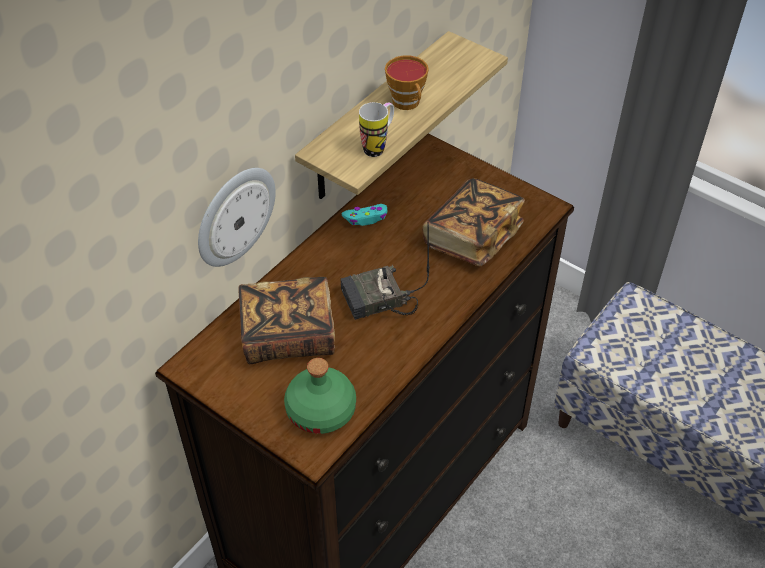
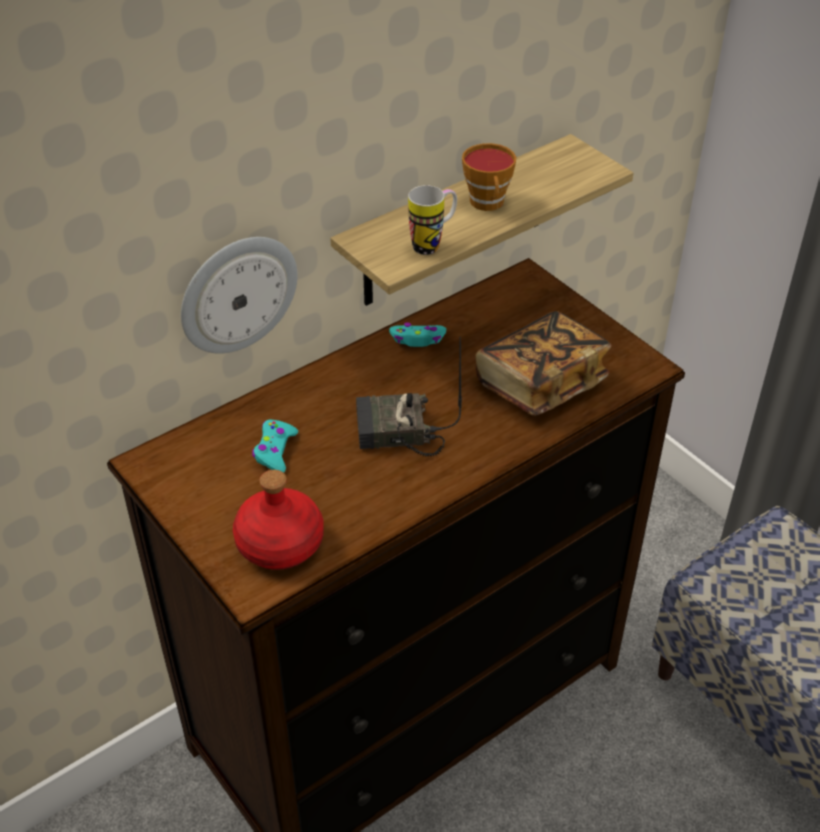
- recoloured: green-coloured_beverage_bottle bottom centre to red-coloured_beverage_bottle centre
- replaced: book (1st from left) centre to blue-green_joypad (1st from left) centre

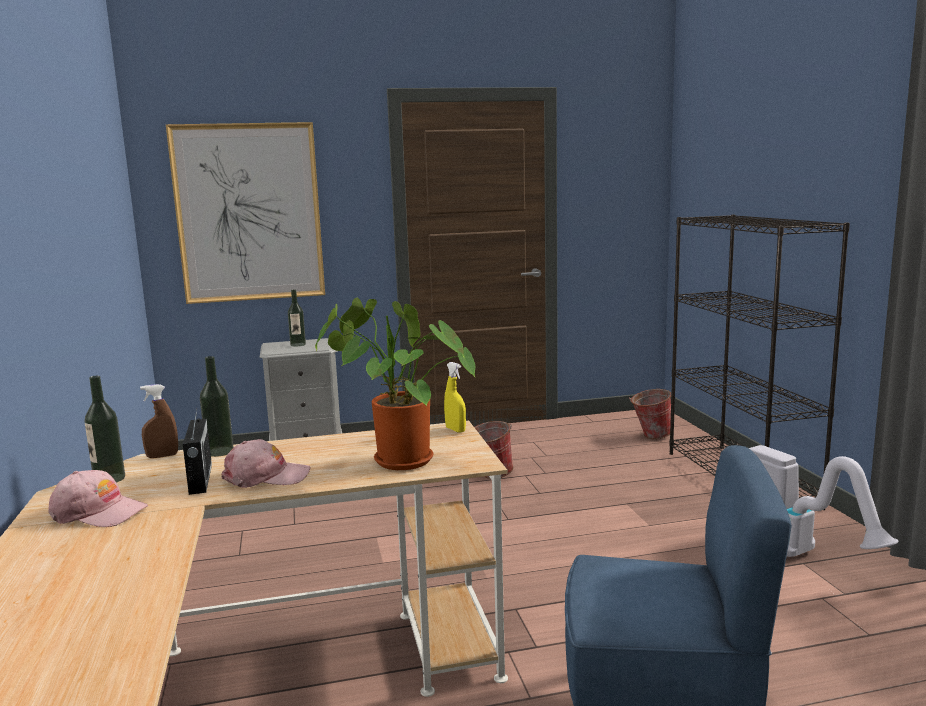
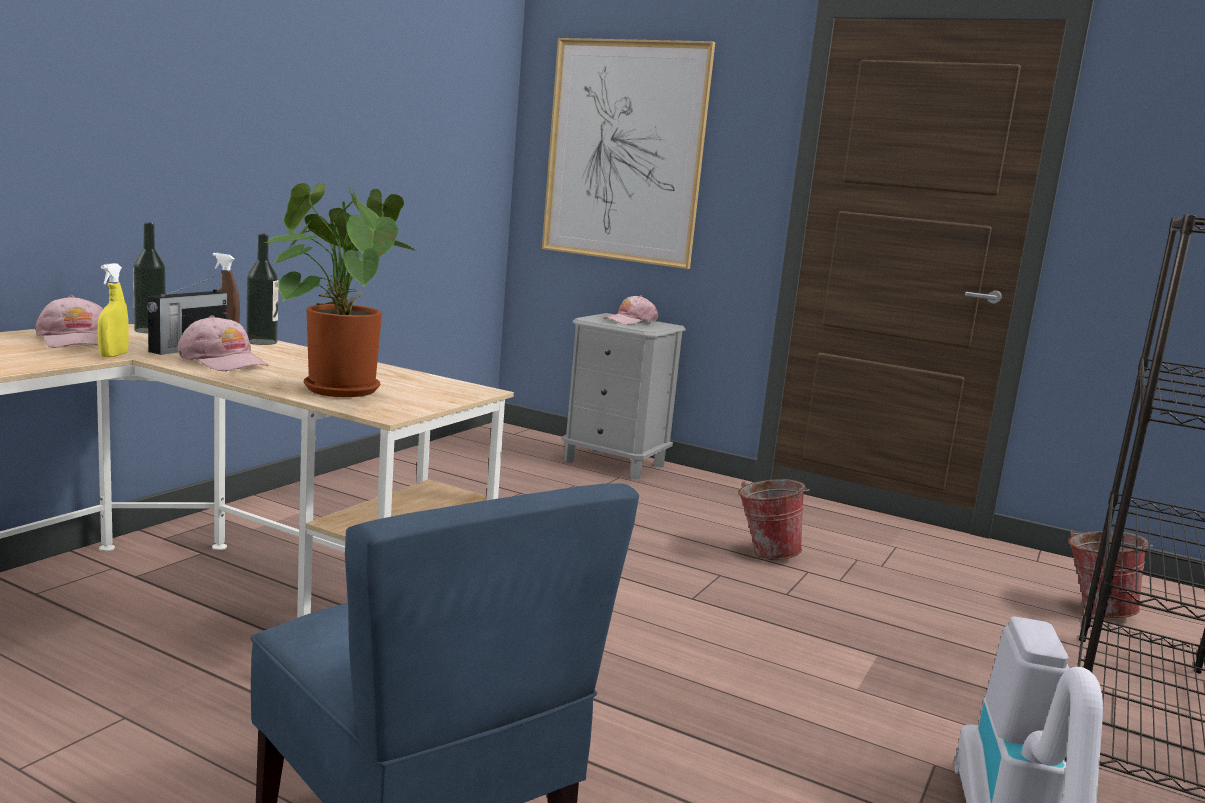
- moved: yellow_spray_bottle centre to middle left
- replaced: beverage_bottle (3rd from left) middle left to pink-coloured_baseball_cap (3rd from left) centre

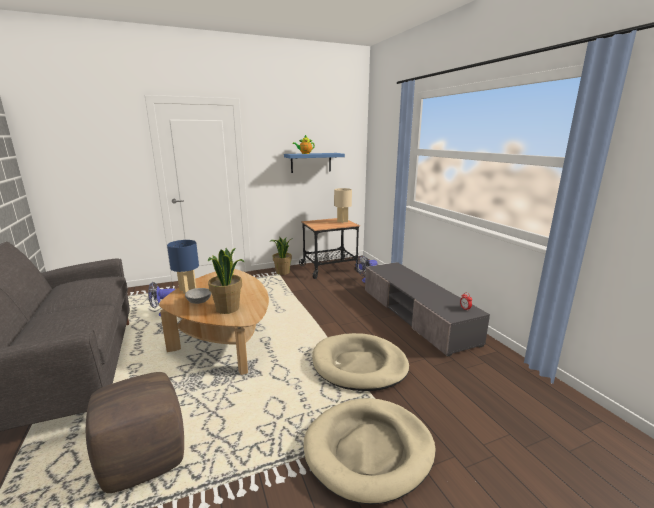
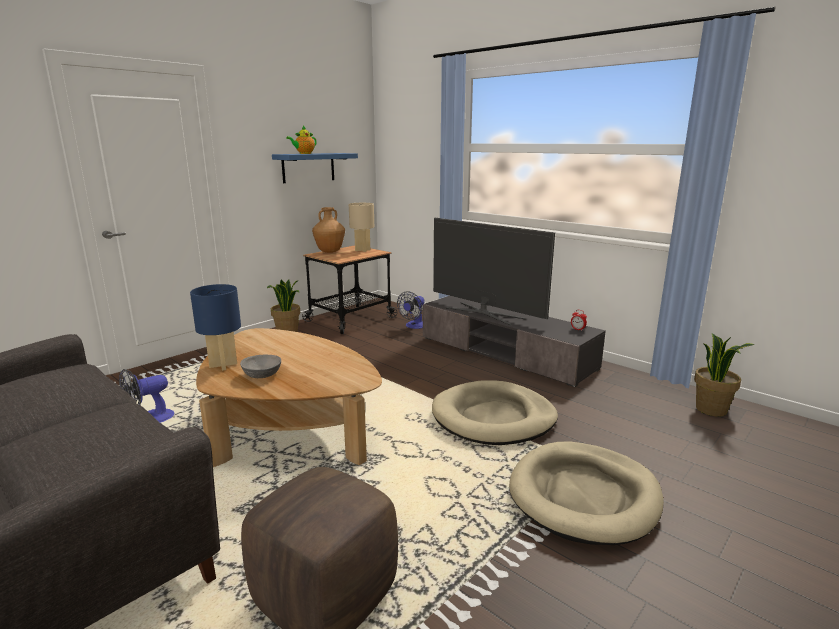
- added: brown-coloured_flower_vase centre
- added: TV centre
- moved: houseplant (1st from left in the first image) centre to houseplant (2nd from left) middle right

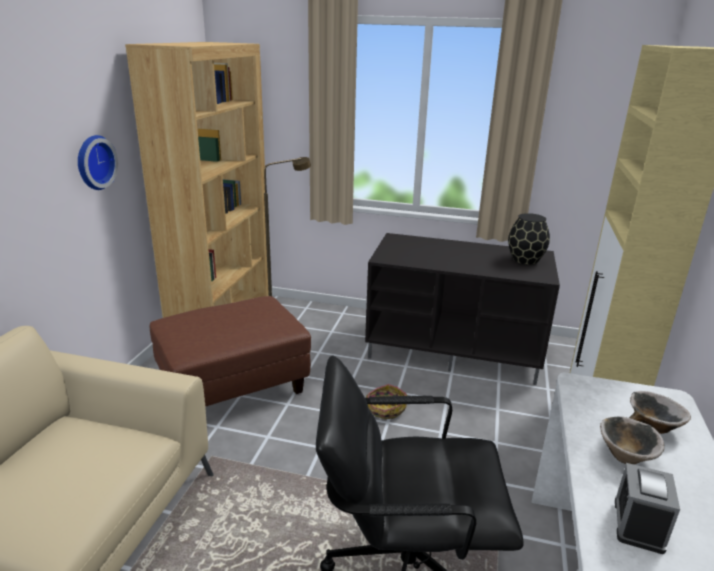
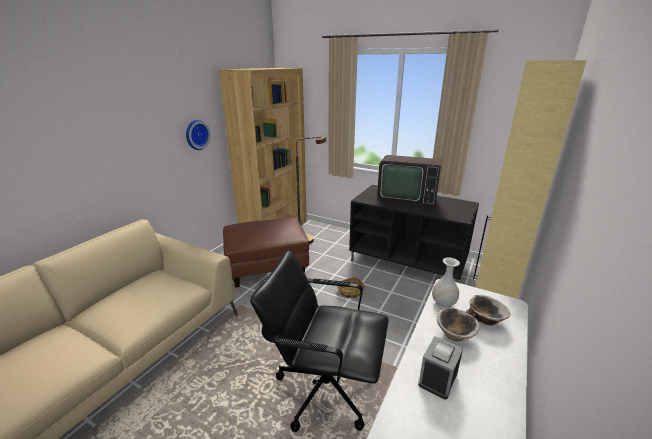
- added: TV centre
- added: white_flower_vase middle right
- removed: blackish_flower_vase middle right

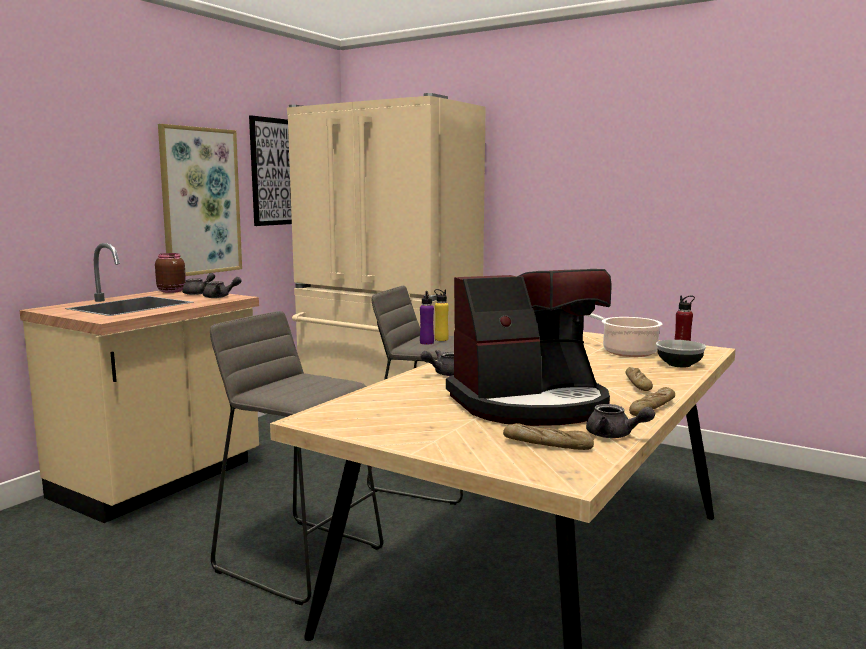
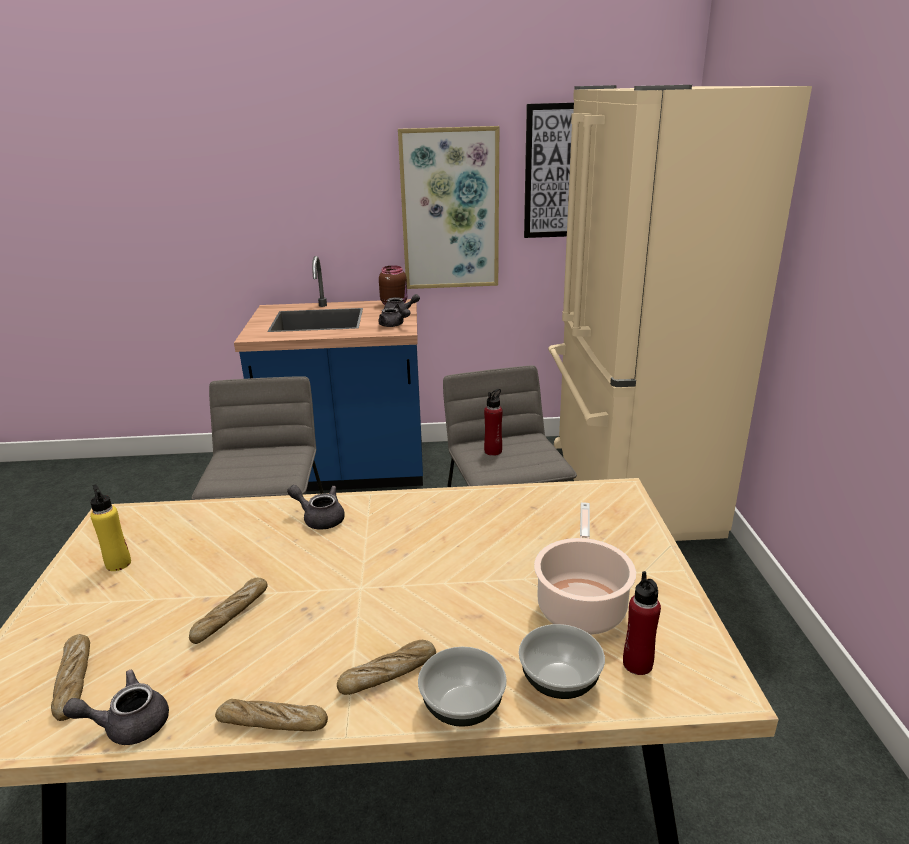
- turned: greyish_pot_for_tea (4th from left in the first image) middle right = bottom left 75 degrees clockwise
- moved: yellow_beverage_bottle centre to middle left
- replaced: coffee_machine centre to baked_bread (2nd from left) bottom left
- recoloured: beige_counter middle left to bluish_counter centre
- added: bowl (1st from left) bottom centre
- recoloured: purple_beverage_bottle centre to red-coloured_beverage_bottle (1st from left) centre

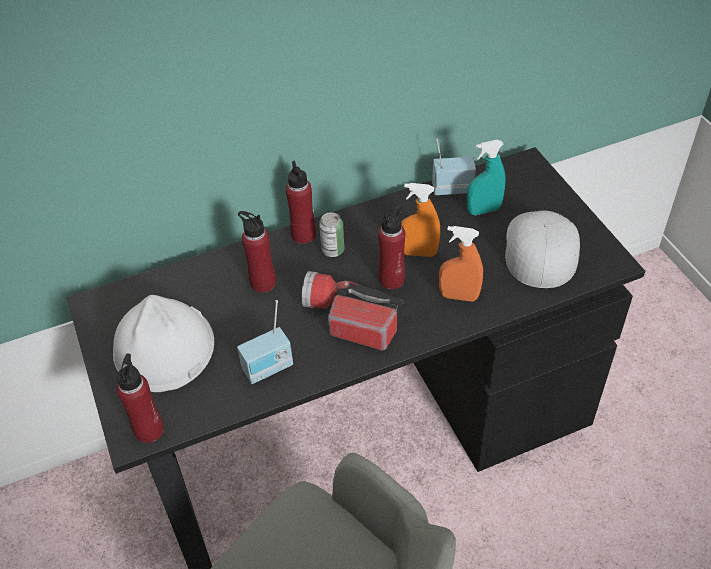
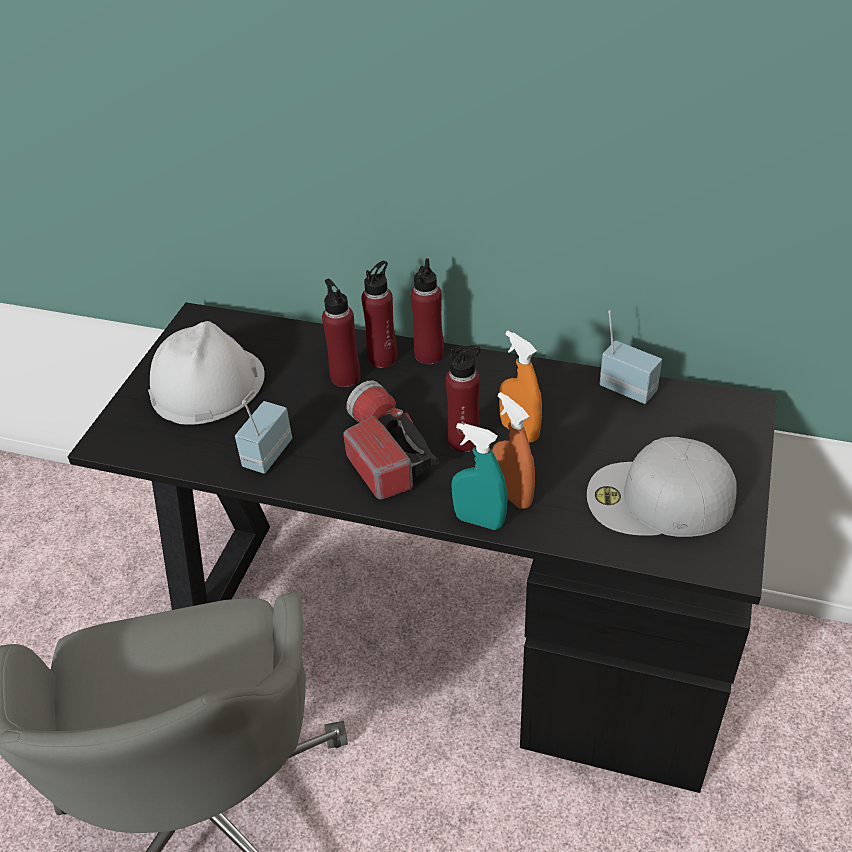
- turned: radio_set (1st from left) centre = middle left 105 degrees clockwise
- moved: red-coloured_beverage_bottle (1st from left in the first image) bottom left to red-coloured_beverage_bottle (2nd from left) centre
- moved: blue-green_spray_bottle top right to centre
- turned: white_baseball_cap middle right = middle right 135 degrees counterclockwise
- removed: sealed_can centre

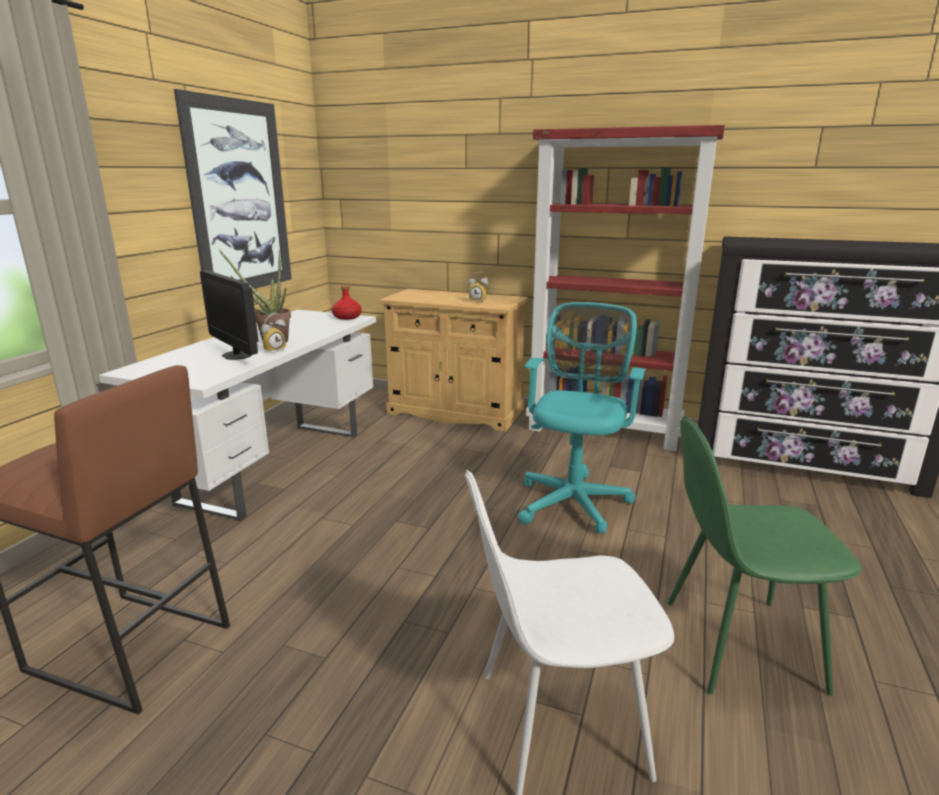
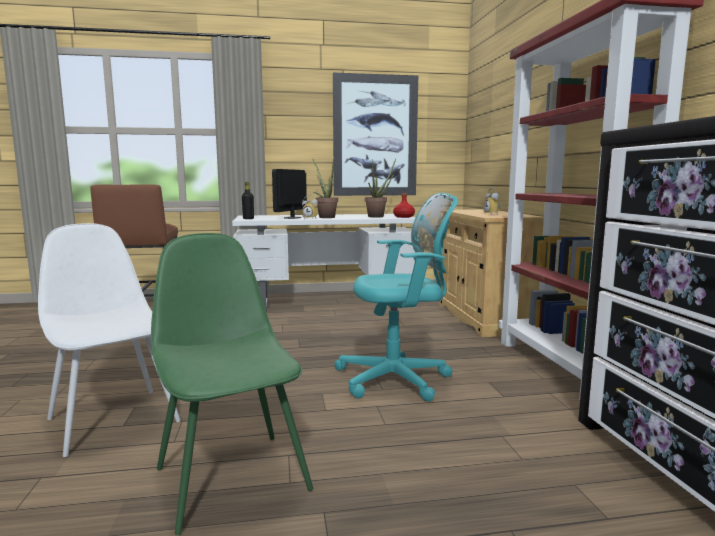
- added: blackish_beverage_bottle centre
- added: houseplant (2nd from left) centre

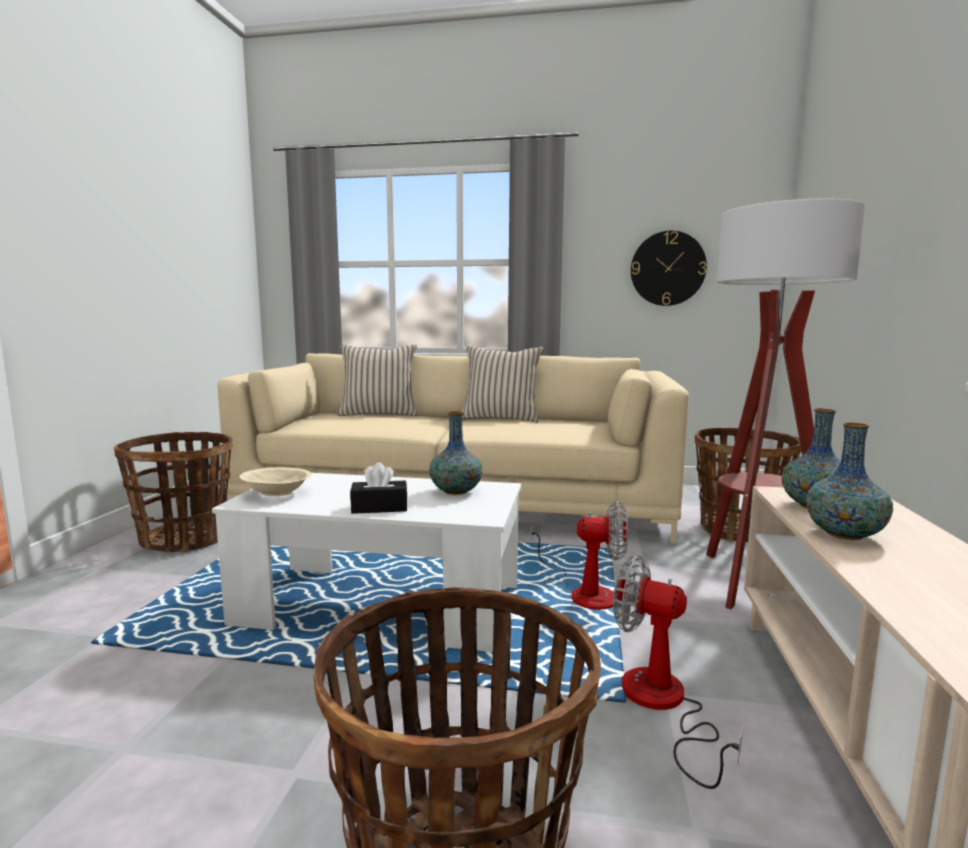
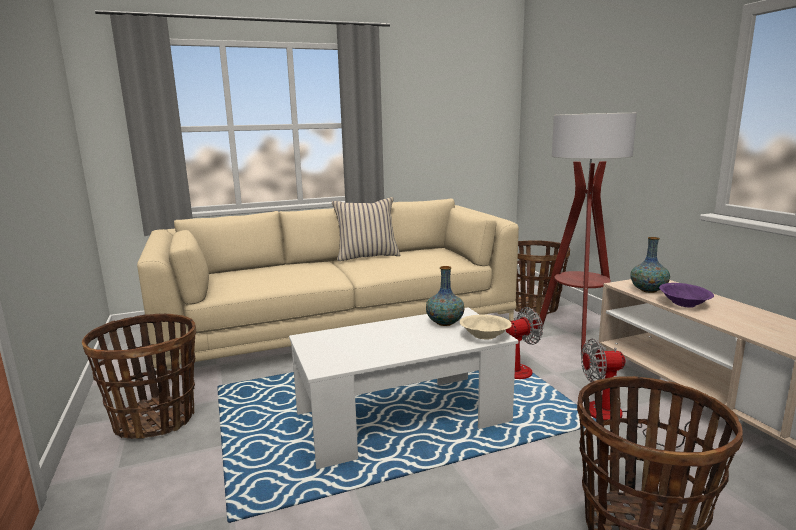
- moved: beige_bowl middle left to centre
- replaced: flower_vase (3rd from left) middle right to purple_bowl middle right
- removed: beige_throw_pillow (1st from left) centre
- removed: blackish_tissue_holder centre
- removed: clock_on_the_wall top right

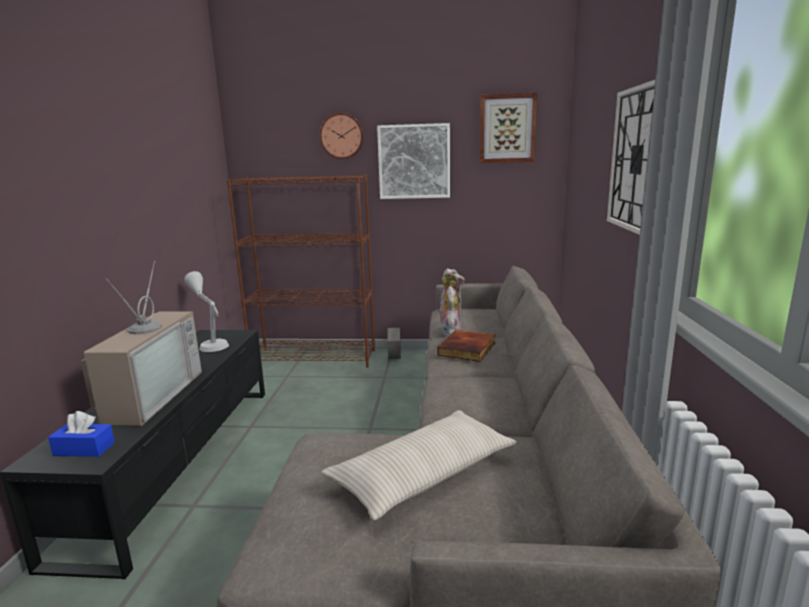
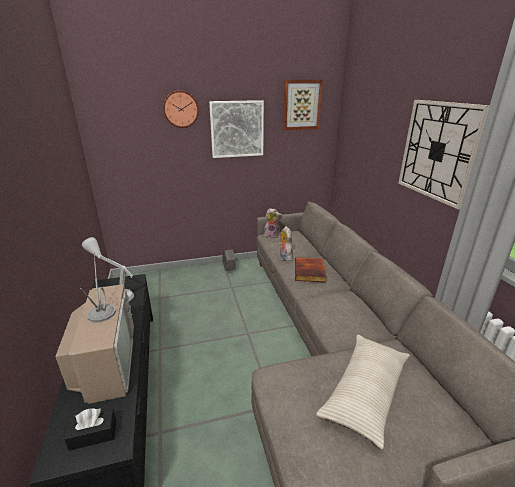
- recoloured: bluish_tissue_holder bottom left to blackish_tissue_holder bottom left
- removed: brown-coloured_bookshelf centre

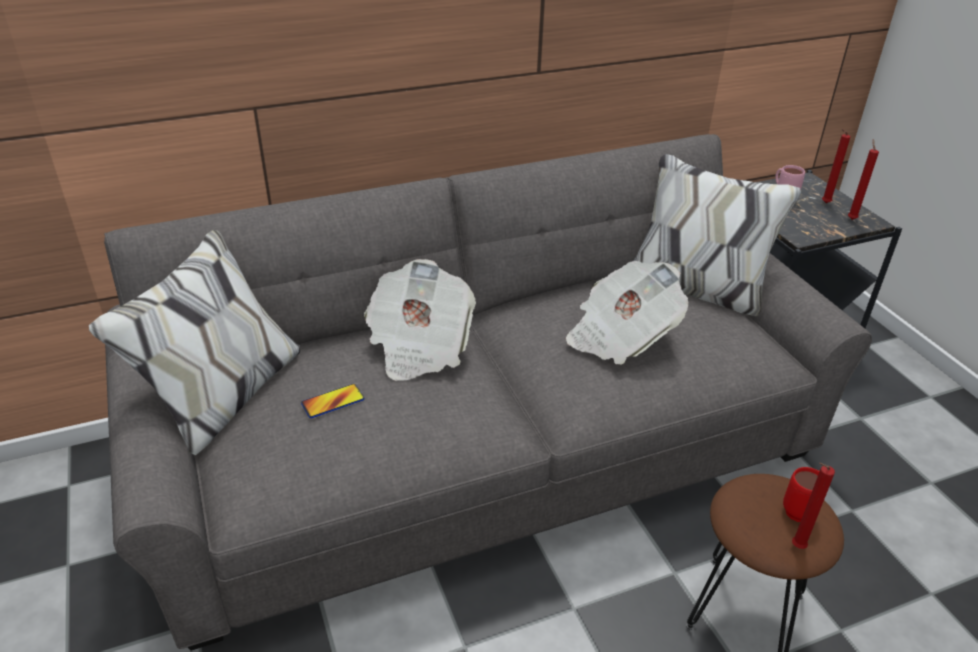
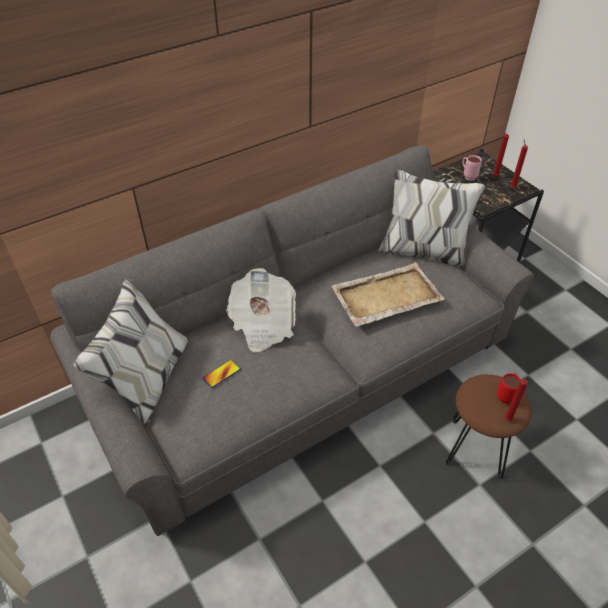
- replaced: printed_paper (2nd from left) centre to beige_tray centre

